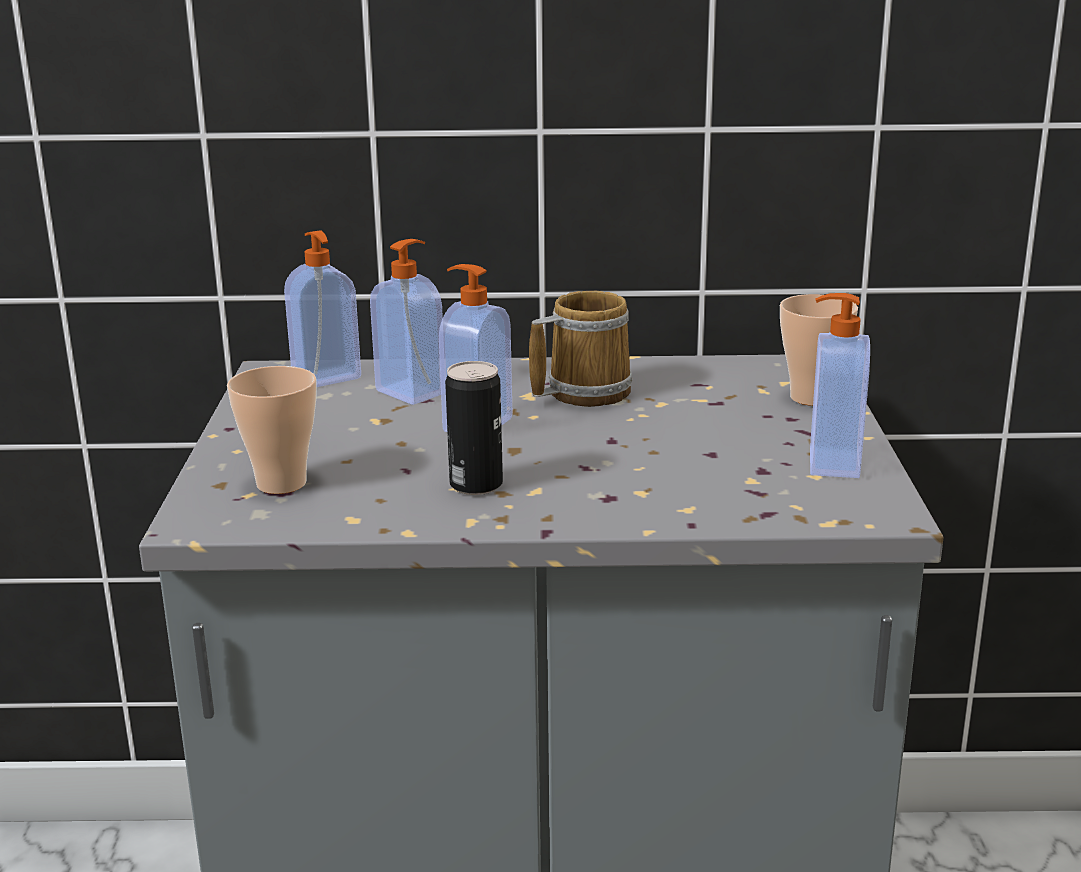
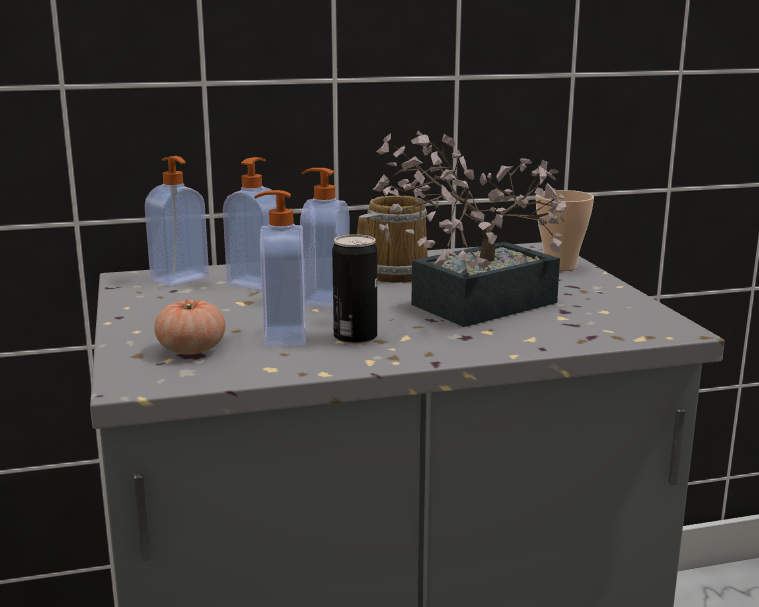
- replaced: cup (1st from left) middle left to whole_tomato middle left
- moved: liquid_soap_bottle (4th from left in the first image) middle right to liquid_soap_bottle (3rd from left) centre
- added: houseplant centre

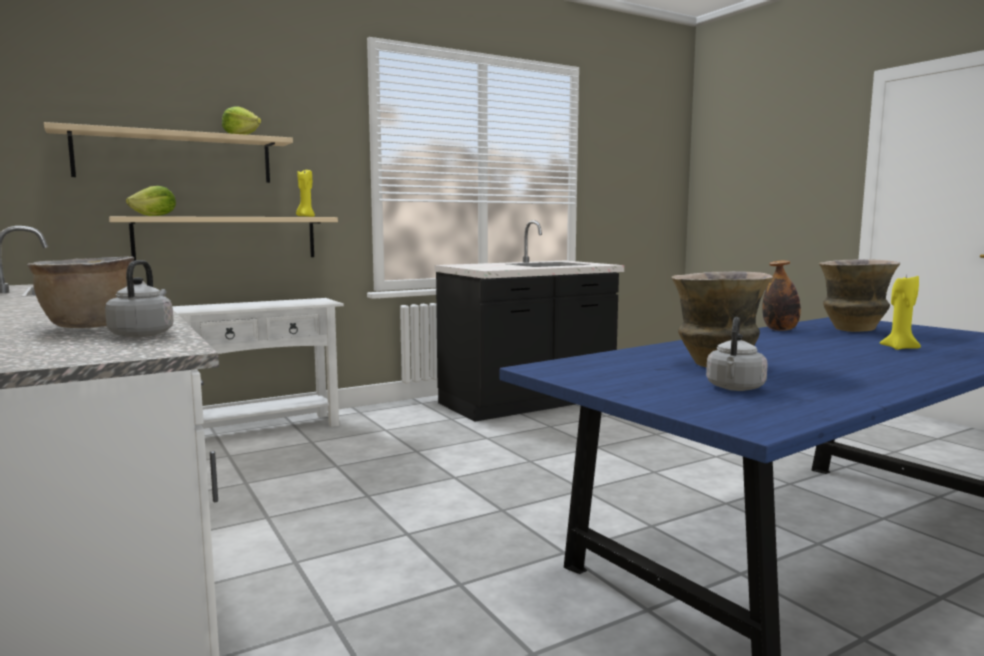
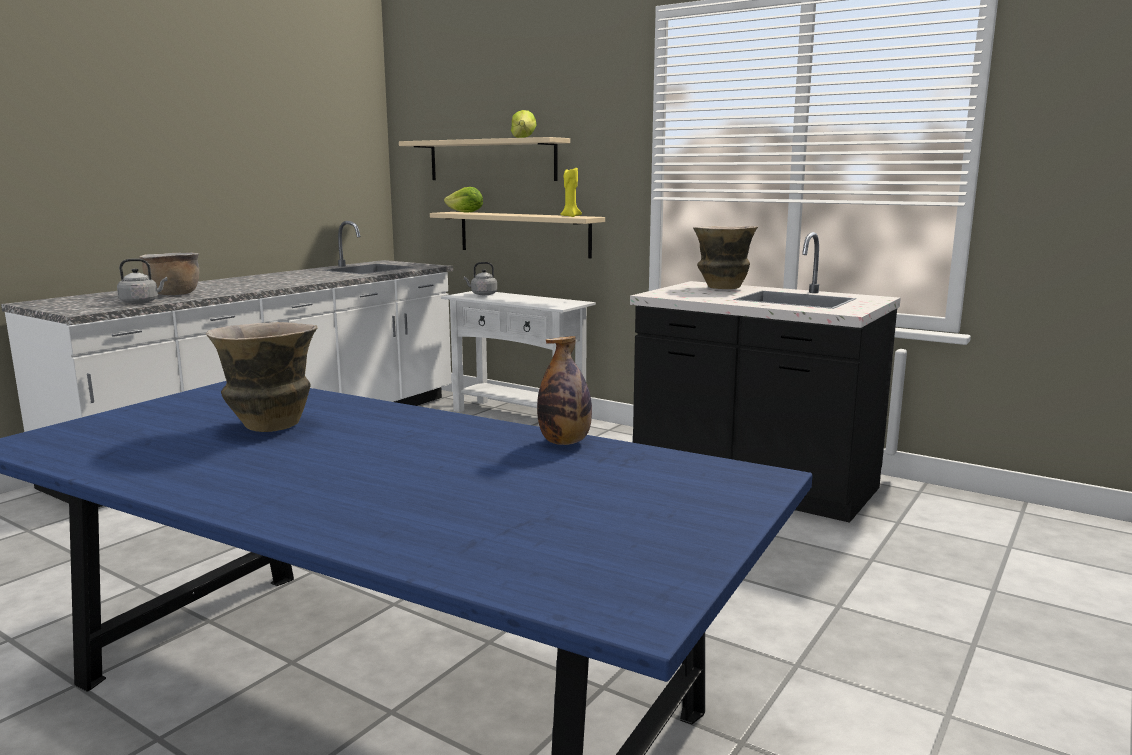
- moved: greyish_tea_kettle (2nd from left) middle right to centre
- moved: flower_vase (2nd from left) middle right to centre
- removed: yellow_candle (2nd from left) middle right

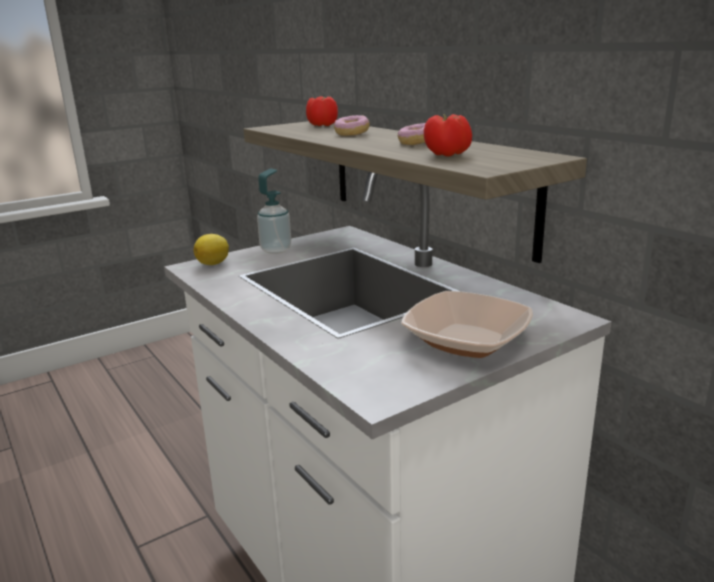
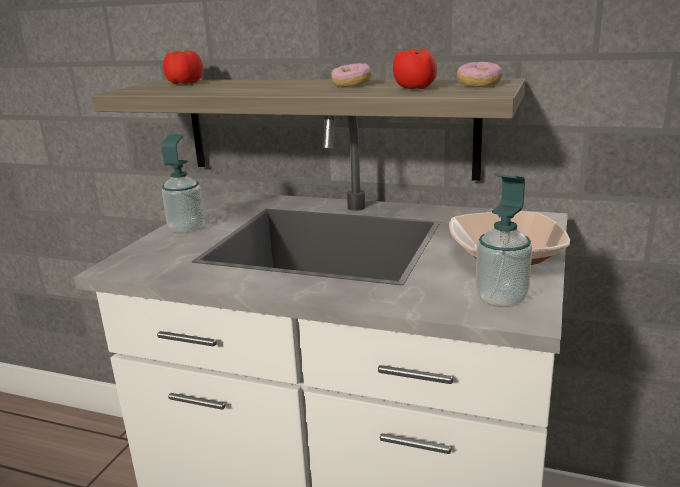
- moved: ring_doughnut (1st from left in the first image) top centre to ring_doughnut (2nd from left) top right
- added: liquid_soap_bottle (2nd from left) middle right
- removed: whole_lemon middle left

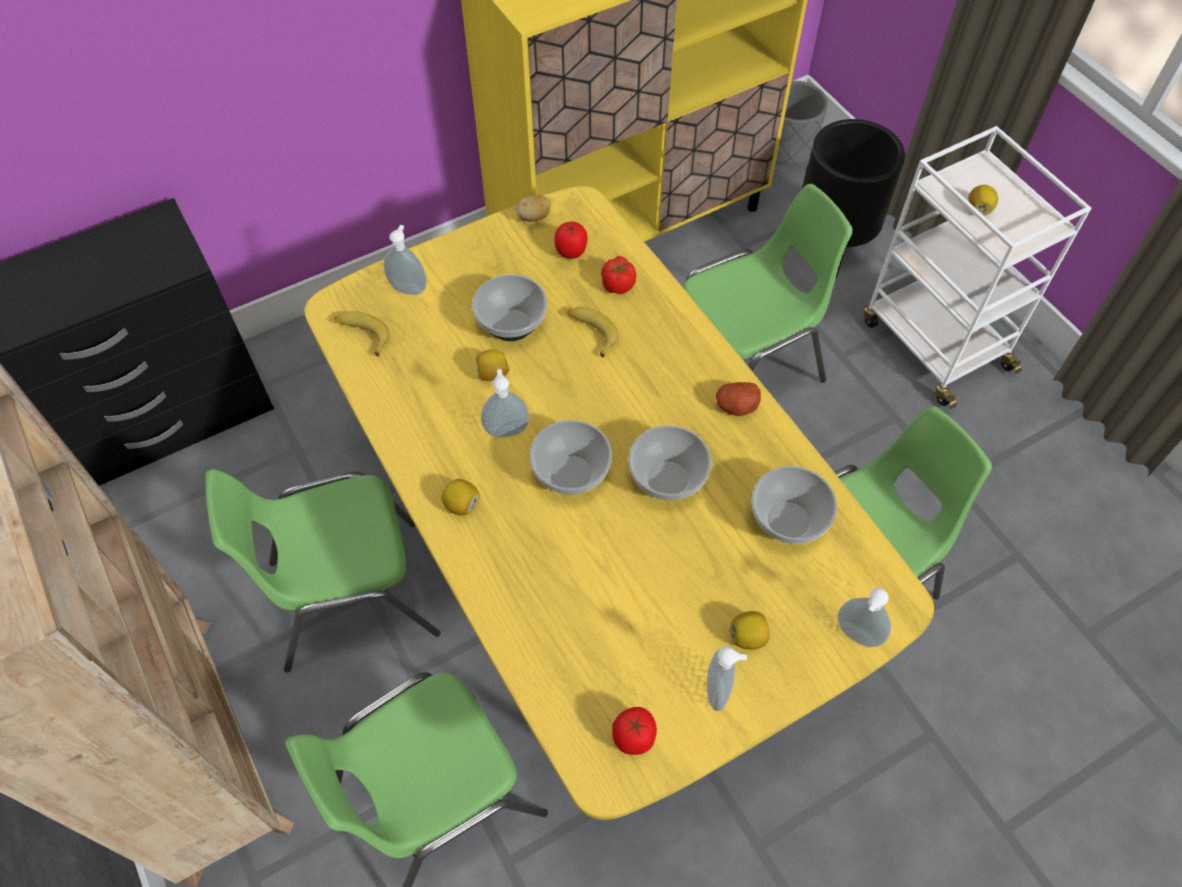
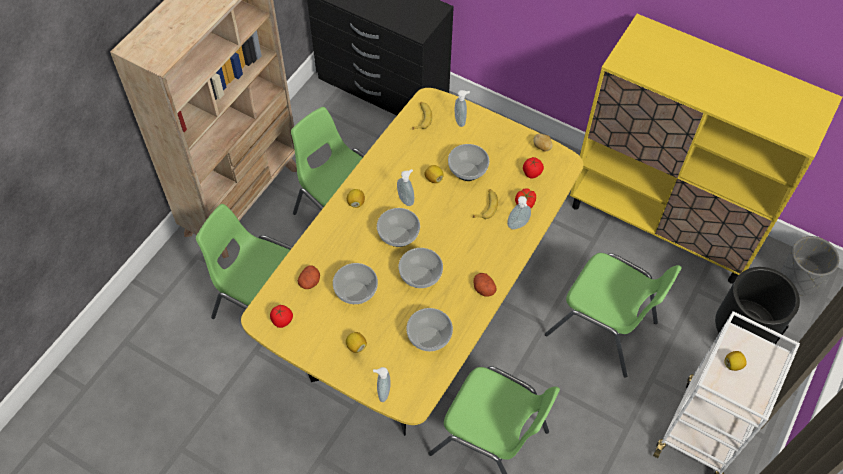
- added: potato (1st from left) centre
- added: bowl (1st from left) centre
- moved: liquid_soap_bottle (3rd from left in the first image) bottom centre to liquid_soap_bottle (4th from left) centre

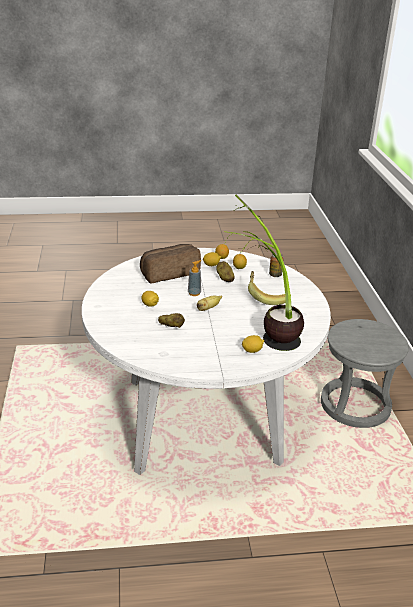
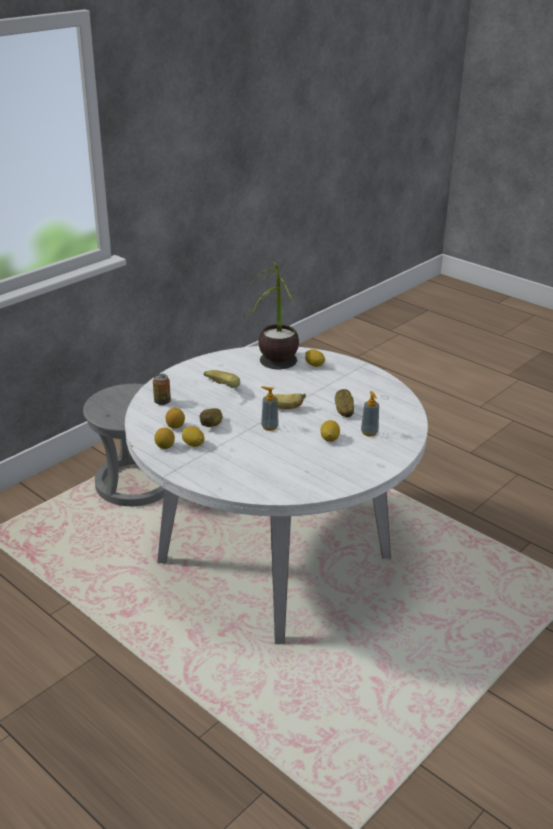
- added: liquid_soap_bottle (2nd from left) middle right
- removed: baked_bread centre

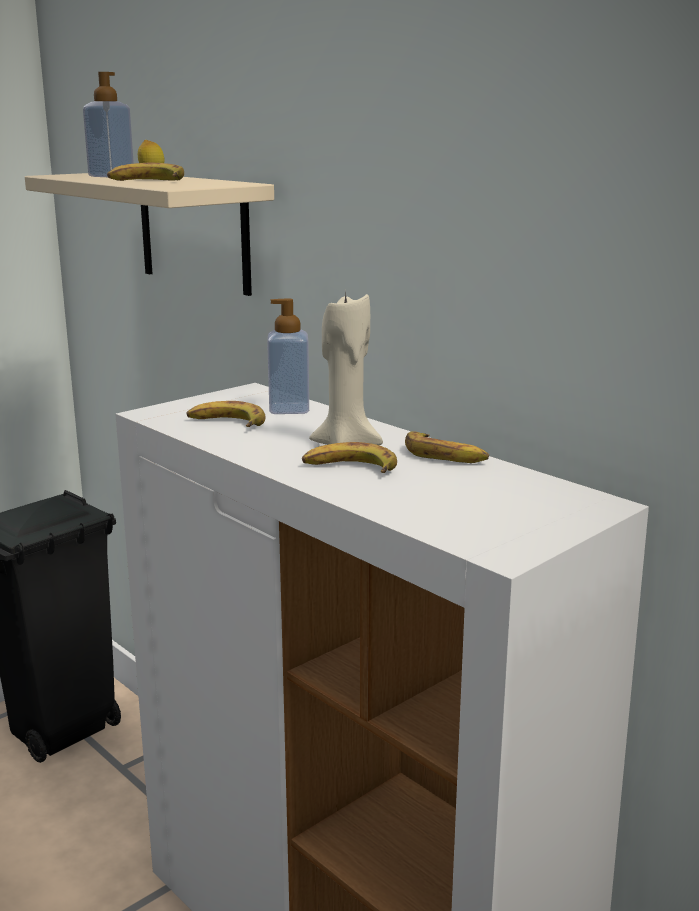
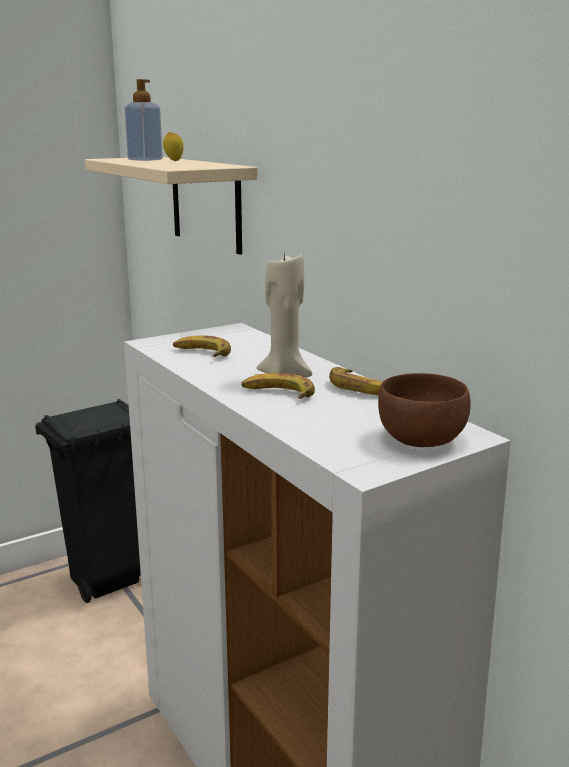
- added: brown-coloured_bowl middle right
- removed: banana_fruit (1st from left) top left
- removed: liquid_soap_bottle (2nd from left) centre

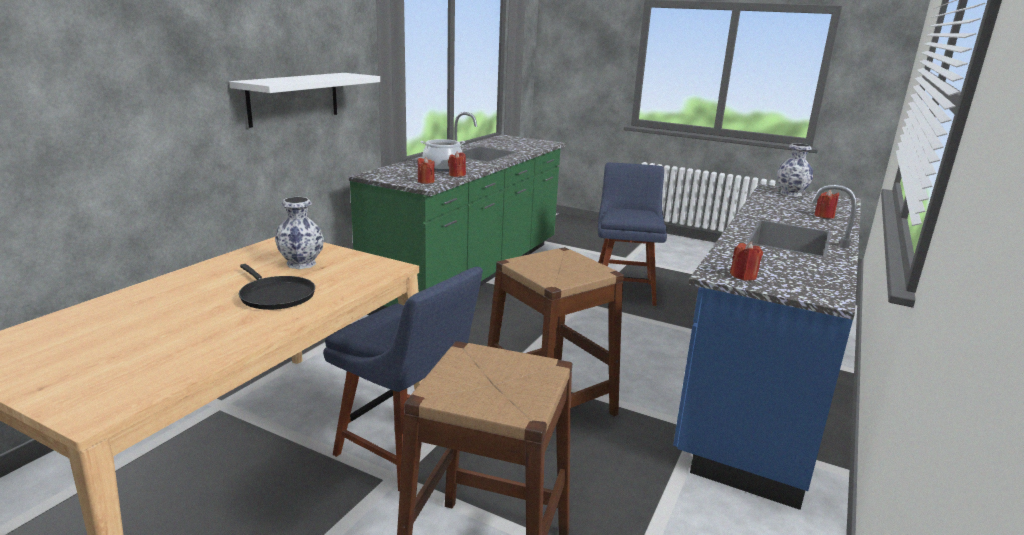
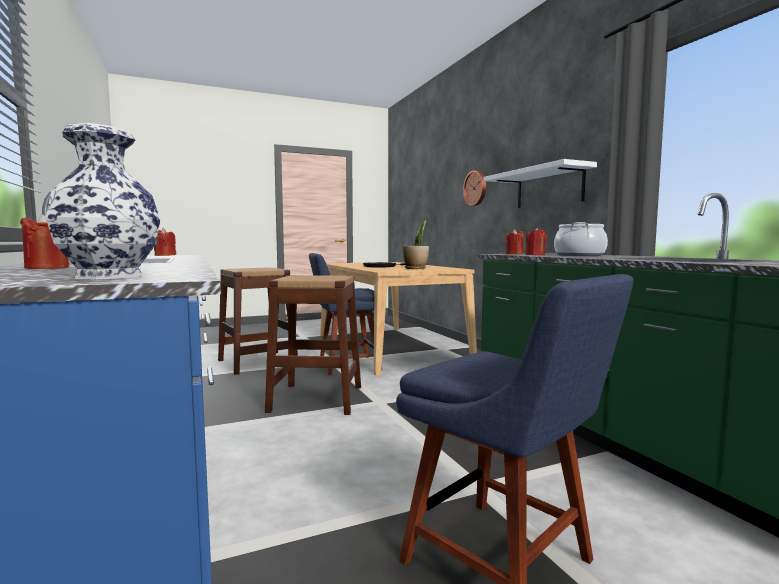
- replaced: flower_vase (1st from left) middle left to houseplant centre
- added: clock_on_the_wall top centre

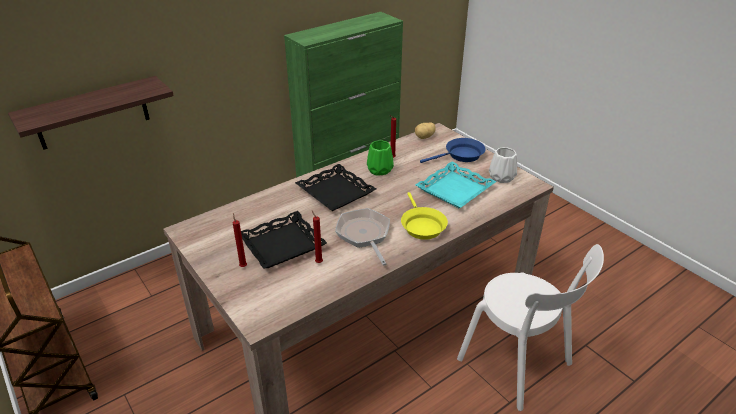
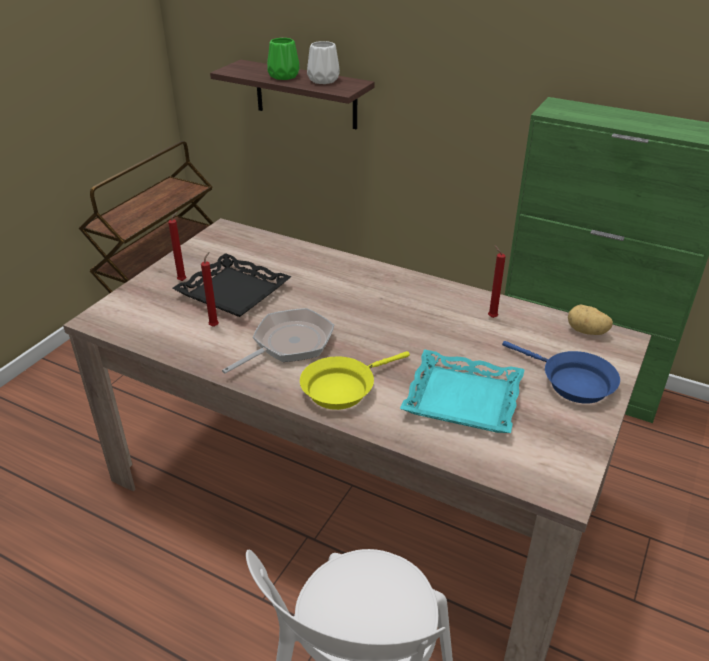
- moved: green-coloured_flower_vase centre to top centre
- moved: white_flower_vase middle right to top centre
- removed: blackish_tray (2nd from left) centre

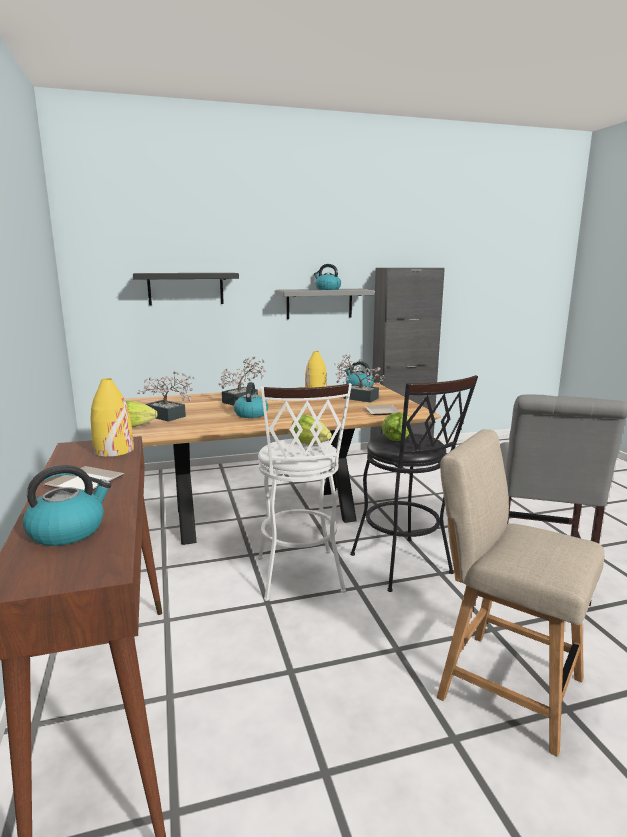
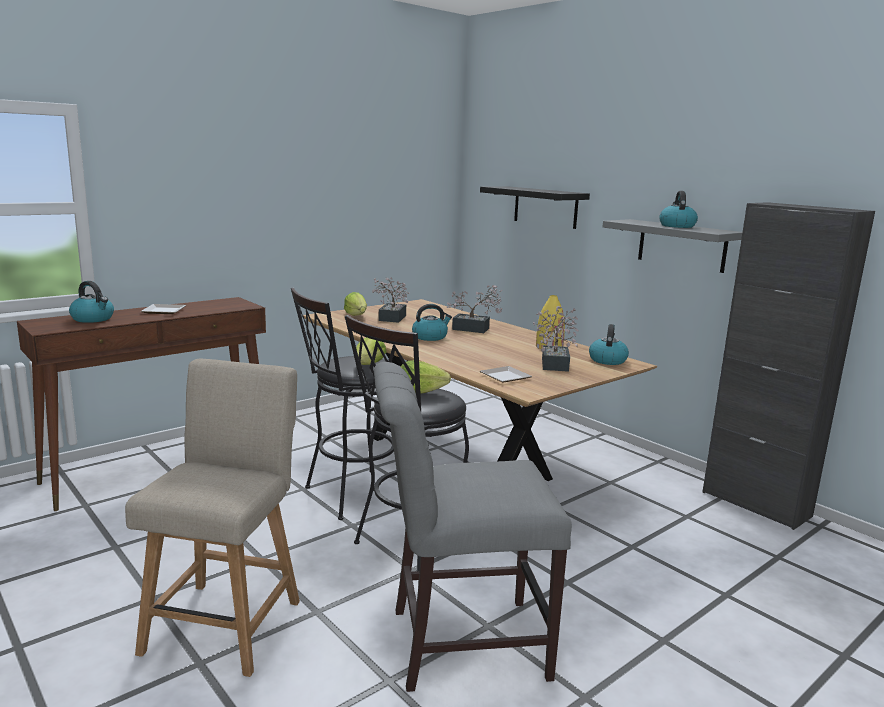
- recoloured: white_sitting_stool centre to blackish_sitting_stool (1st from left) centre
- removed: yellow_flower_vase (1st from left) middle left

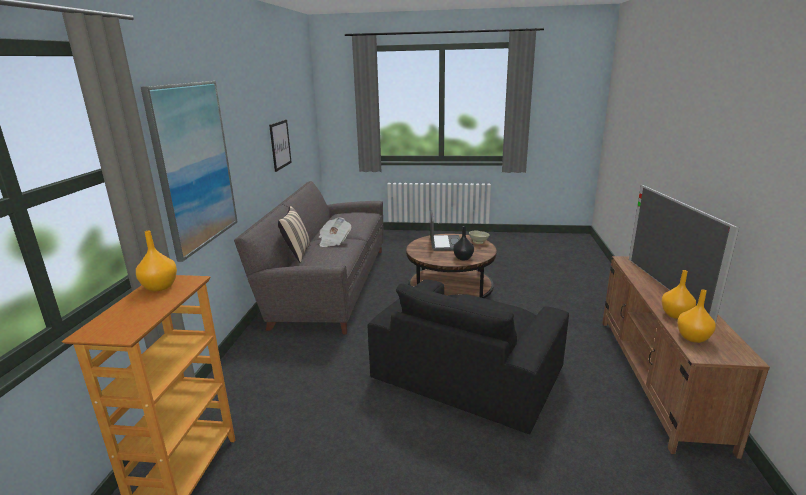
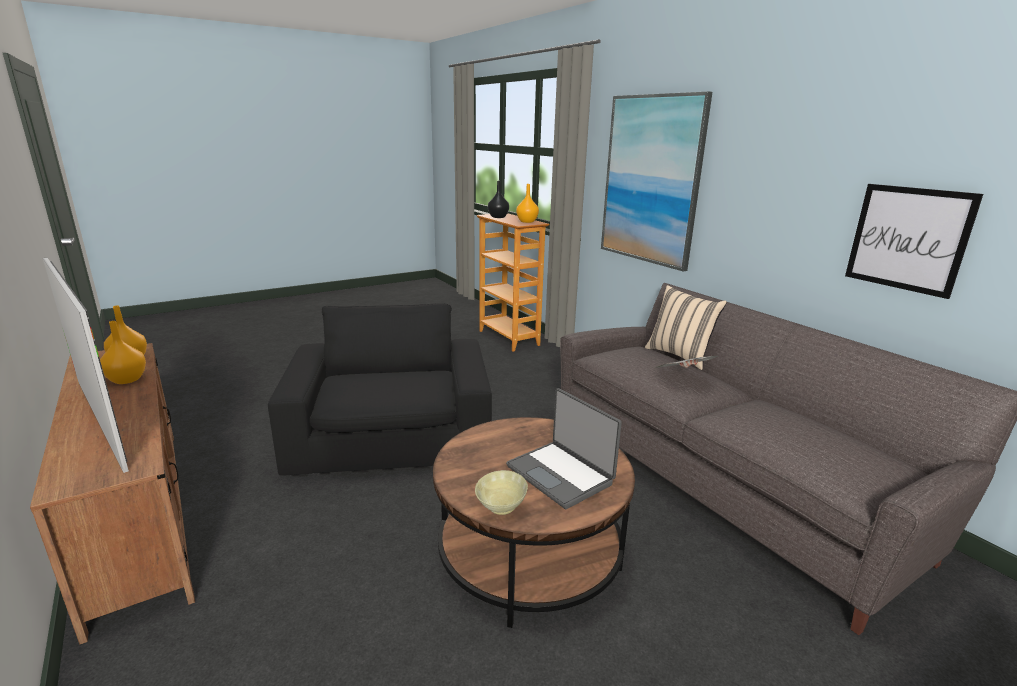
- moved: blackish_flower_vase centre to top centre

